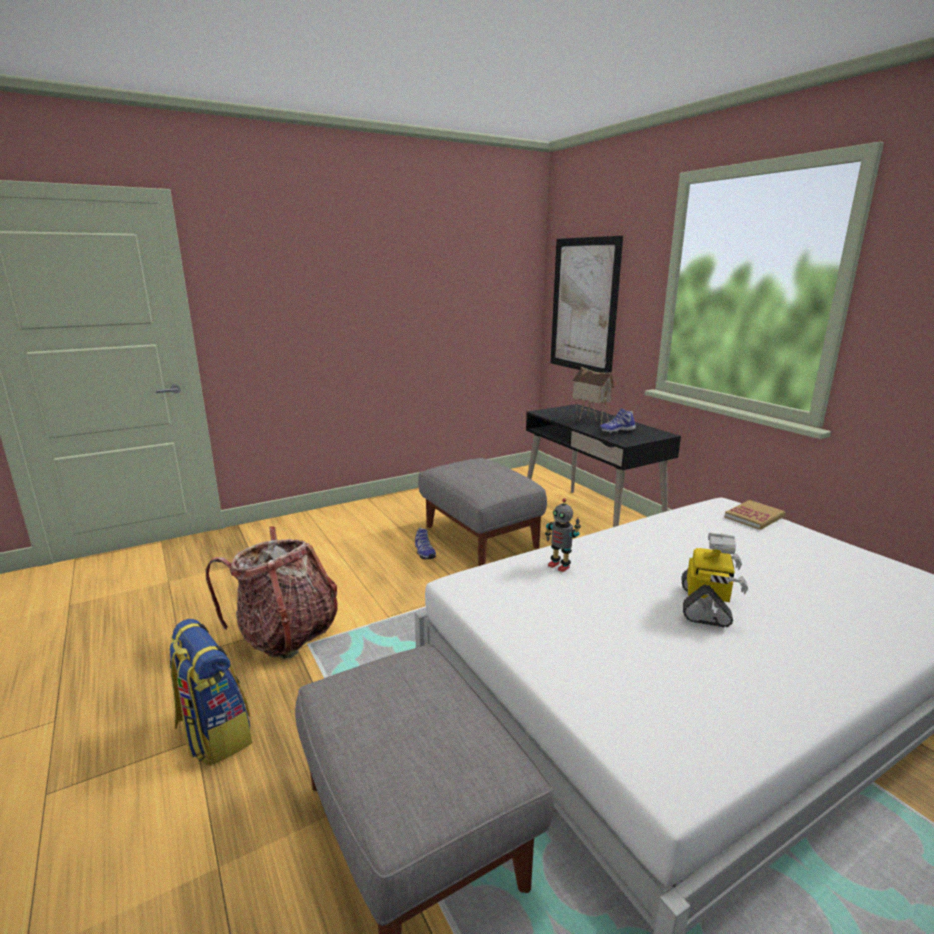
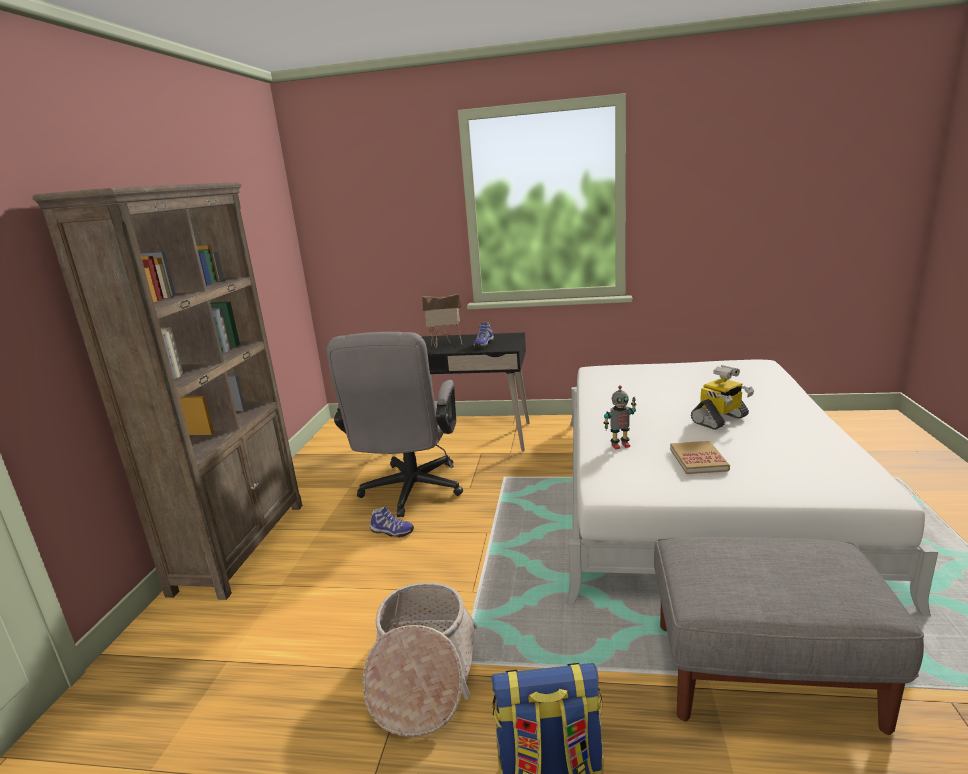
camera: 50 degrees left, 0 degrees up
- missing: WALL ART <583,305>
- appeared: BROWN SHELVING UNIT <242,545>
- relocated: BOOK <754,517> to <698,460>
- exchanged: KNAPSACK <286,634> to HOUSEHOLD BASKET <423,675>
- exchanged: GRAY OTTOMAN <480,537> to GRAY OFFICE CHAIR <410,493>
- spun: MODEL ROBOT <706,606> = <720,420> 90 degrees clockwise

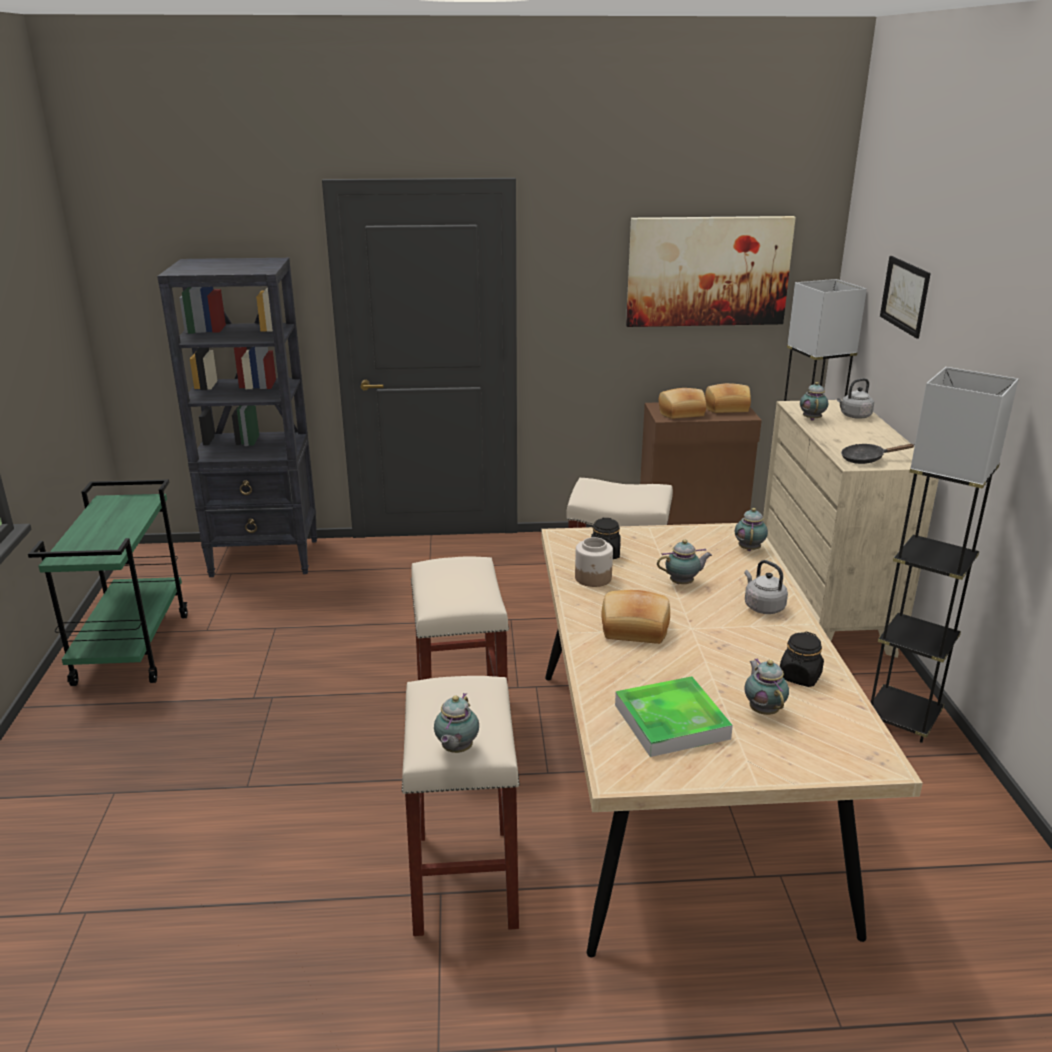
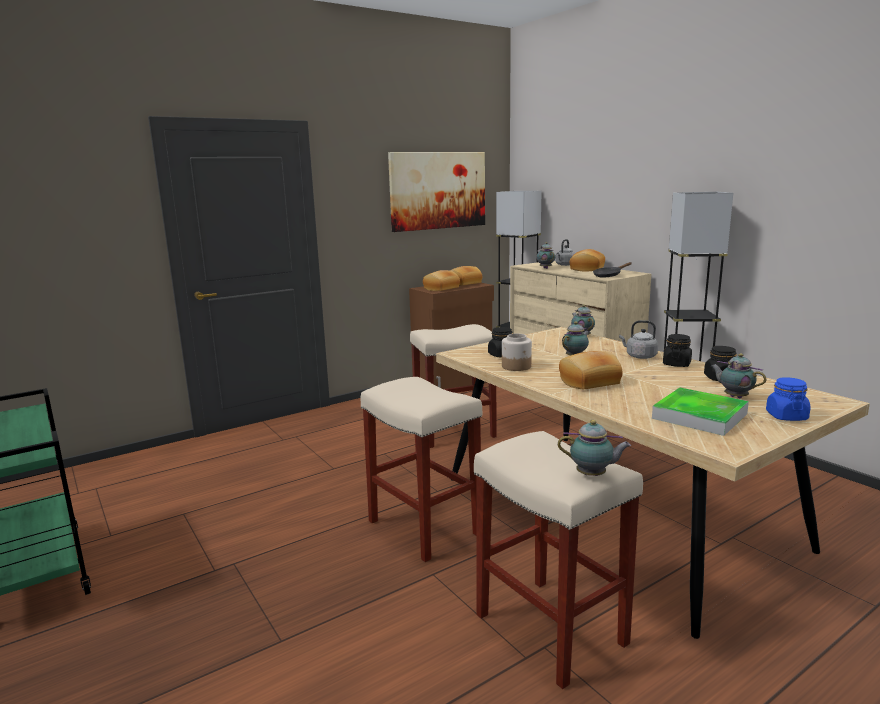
camera: 30 degrees left, 10 degrees down
- missing: BLACK SHELVING UNIT <266,558>
- missing: WALL ART <905,296>
- appeared: BREAD <586,269>
- appeared: BLACK JAR <676,364>
- appeared: BLUE-COLOURED JAR <786,416>
- spun: POT FOR TEA <456,750> = <593,475> 60 degrees counterclockwise

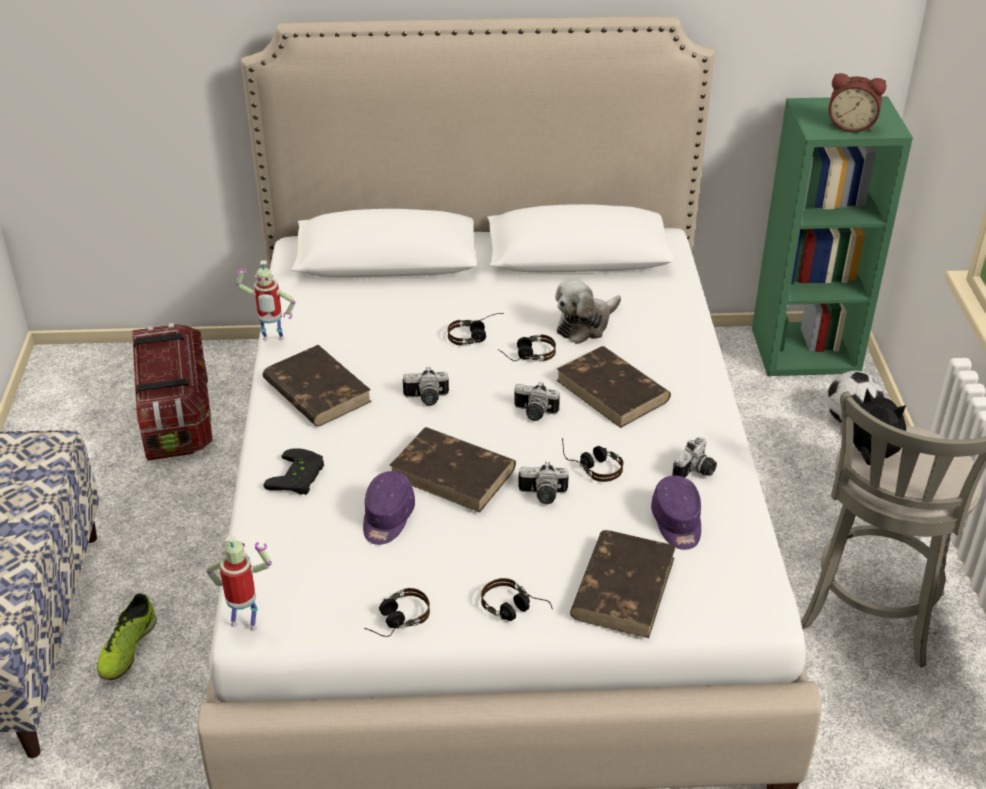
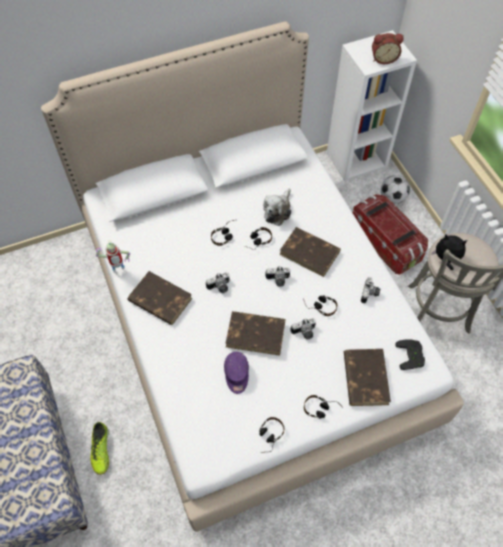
camera: 20 degrees left, 20 degrees up
- missing: MODEL ROBOT <246,623>
- missing: PURPLE-COLOURED PEAKED CAP <677,523>
- relocated: STORAGE BIN <176,415> to <386,242>
- relocated: BLACK GAMEPAD <299,477> to <412,356>
- colour: GREEN SHELVING UNIT <806,350> to WHITE SHELVING UNIT <357,159>

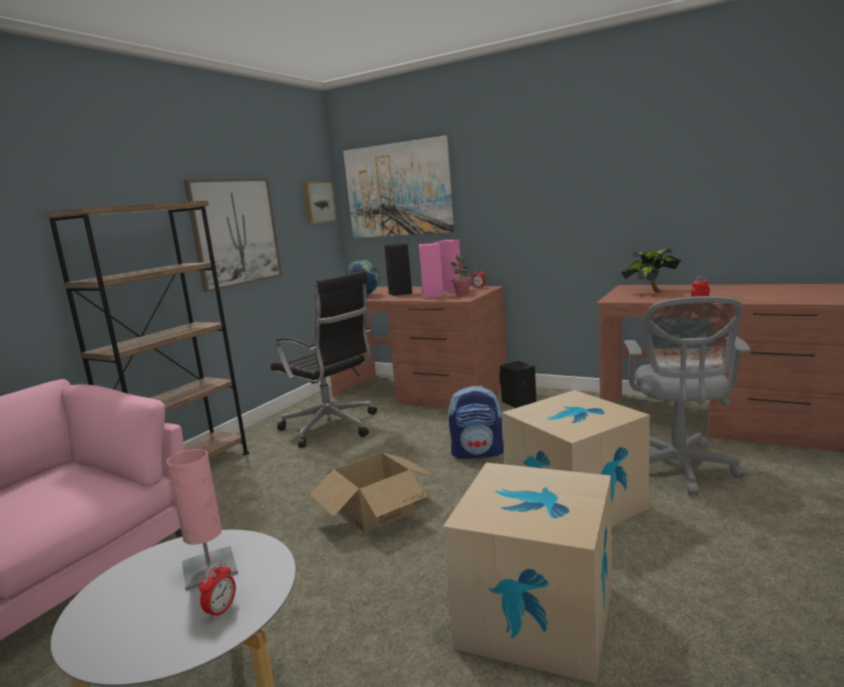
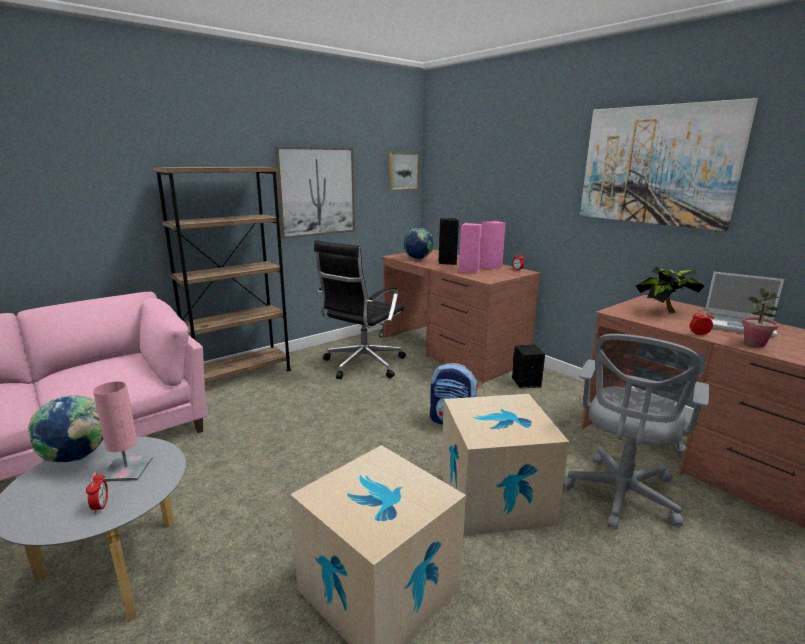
camera: 20 degrees right, 5 degrees up
- missing: CARDBOARD BOX <376,510>
- appeared: DESK GLOBE <77,458>
- appeared: PORTABLE COMPUTER <738,325>
- relocated: WALL ART <398,190> to <657,165>
- relocated: HOUSEPLANT <462,294> to <754,343>
- spun: TABLE CLOCK <221,610> = <101,506> 60 degrees counterclockwise
- spun: BLACK OFFICE CHAIR <332,427> = <362,365> 60 degrees clockwise

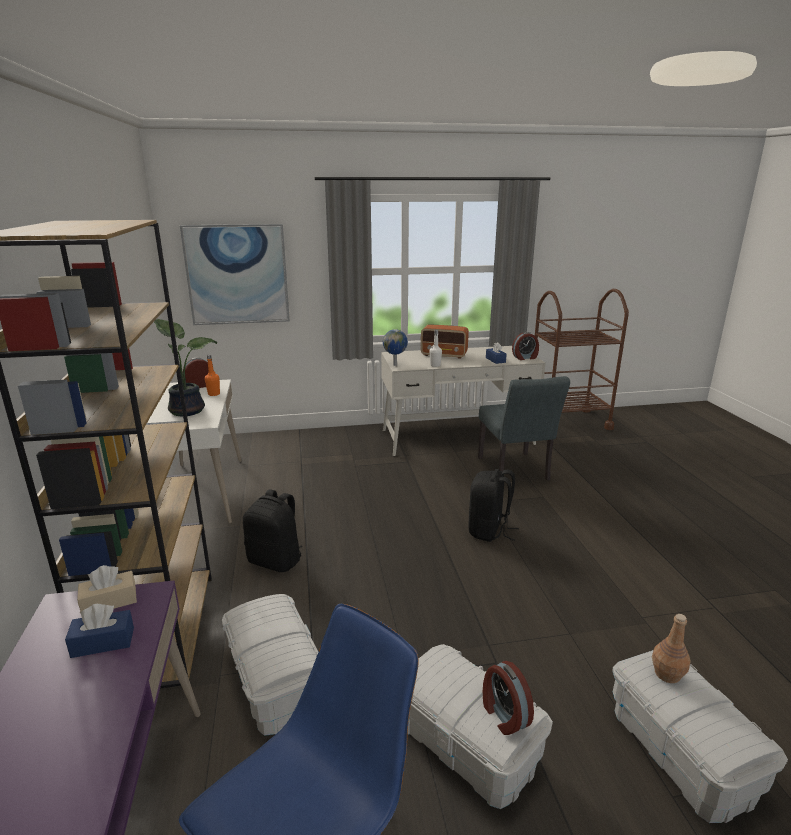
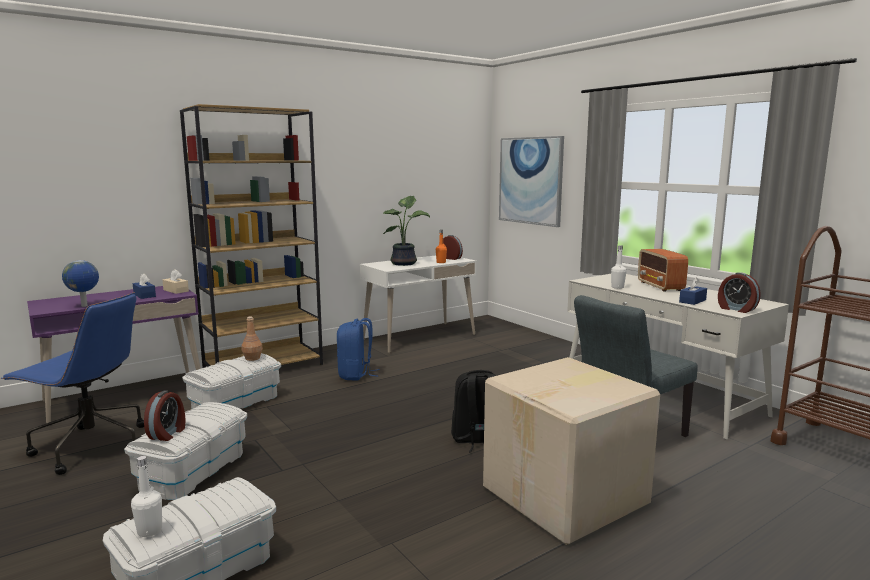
camera: 65 degrees right, 10 degrees down
- appeared: WHITE BOTTLE <149,531>
- appeared: CARDBOARD BOX <567,496>
- relocated: DESK GLOBE <395,365> to <84,306>
- relocated: BROWN BOTTLE <667,674> to <252,358>
- colour: BLACK KNAPSACK <276,561> to BLUE-COLOURED KNAPSACK <356,375>
- spun: TABLE CLOCK <503,715> = <168,433> 150 degrees clockwise

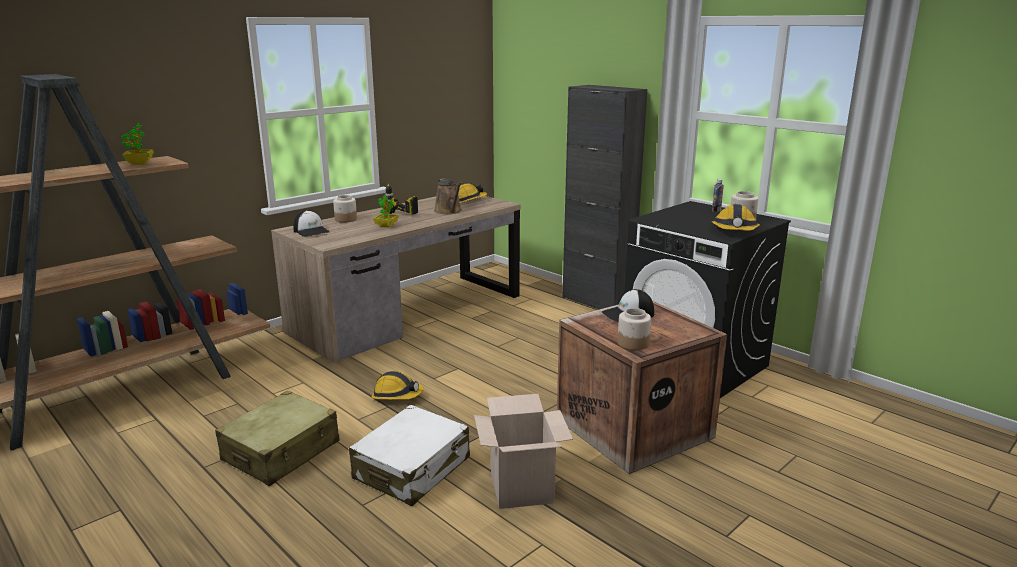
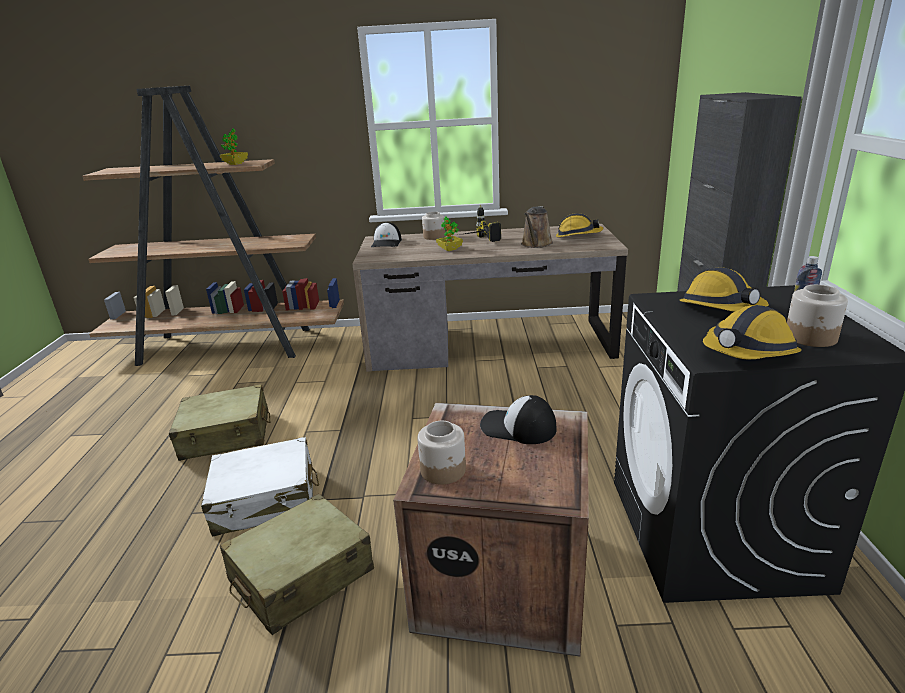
camera: 45 degrees right, 5 degrees up
- relocated: WORK HELMET <397,395> to <721,308>
- exchanged: CARDBOARD BOX <521,488> to SAND-COLOURED TRAVEL CASE <301,576>

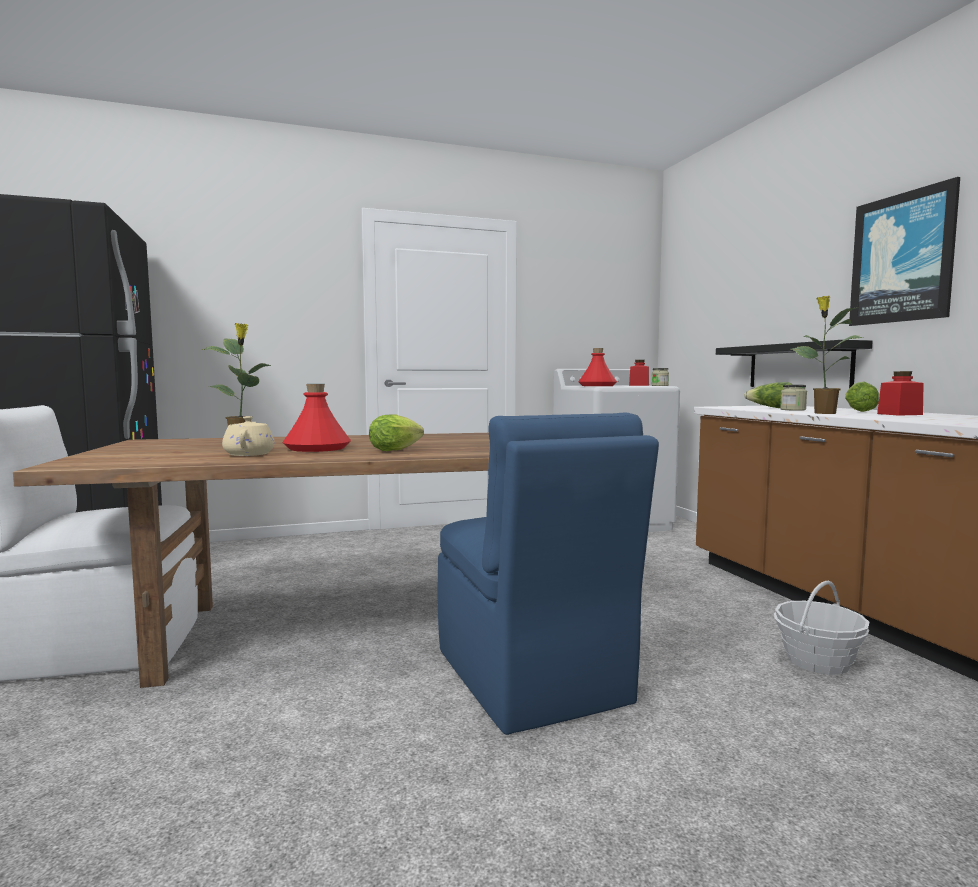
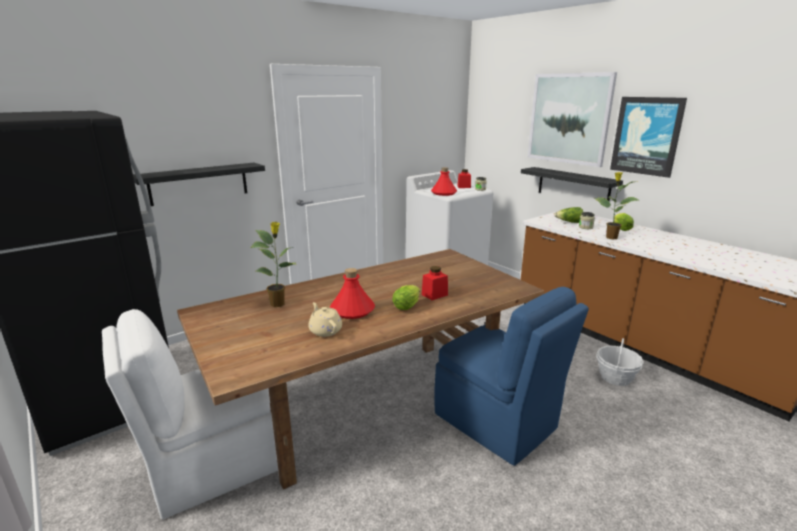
camera: 20 degrees left, 15 degrees up
- appeared: BLACK BRACKET SHELF <199,183>
- appeared: WALL ART <569,118>
- relocated: REDDISH JAR <899,414> to <434,295>

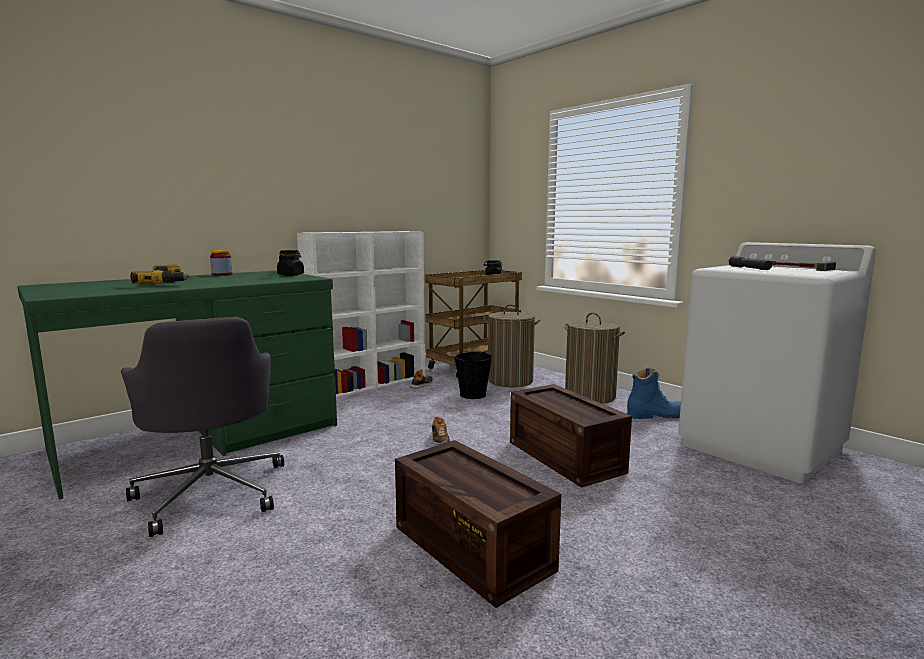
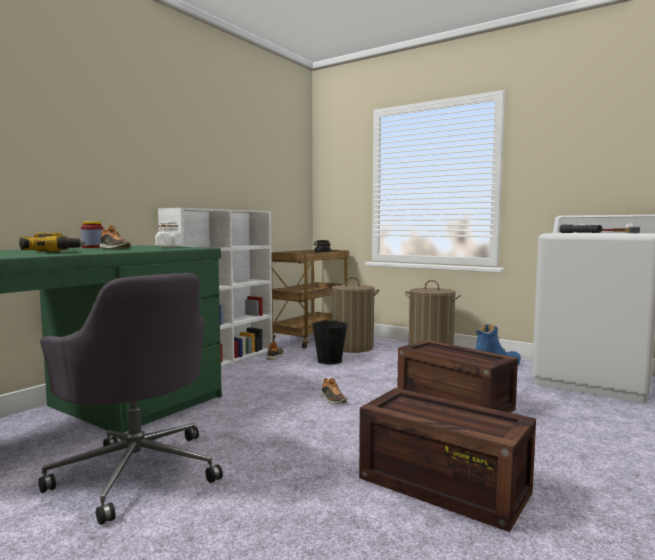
camera: 15 degrees left, 5 degrees down
- appeared: LOW SHOE <114,248>
- colour: BLACK JAR <291,275> to WHITE JAR <169,247>

